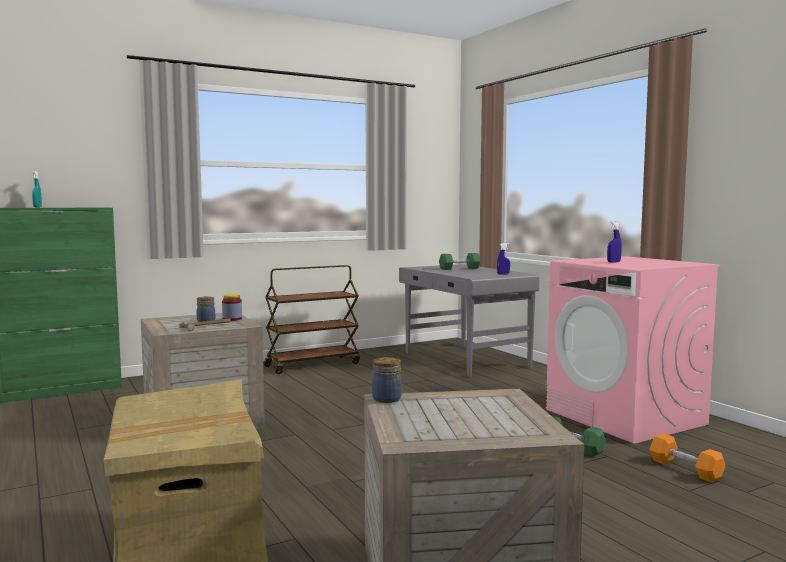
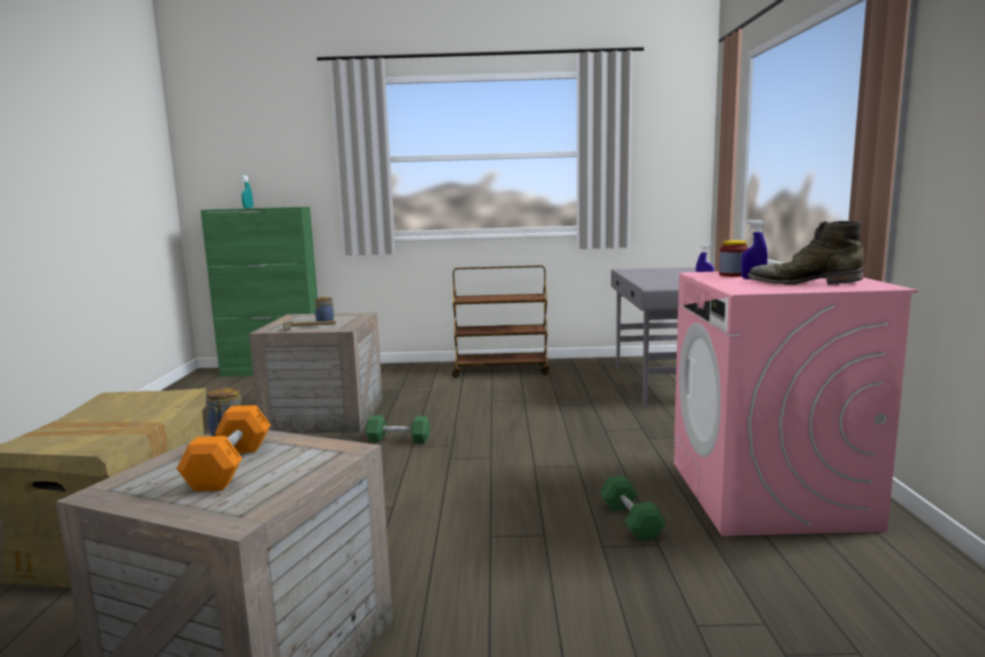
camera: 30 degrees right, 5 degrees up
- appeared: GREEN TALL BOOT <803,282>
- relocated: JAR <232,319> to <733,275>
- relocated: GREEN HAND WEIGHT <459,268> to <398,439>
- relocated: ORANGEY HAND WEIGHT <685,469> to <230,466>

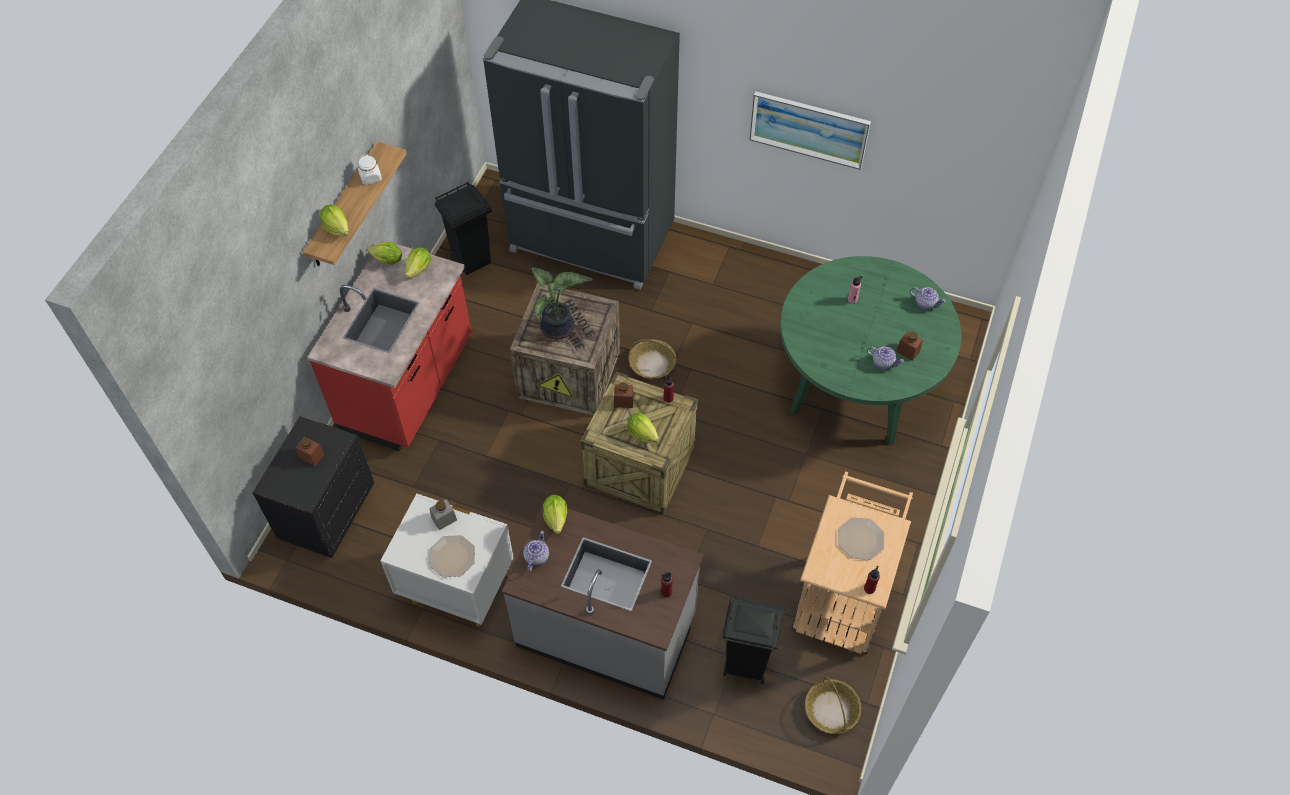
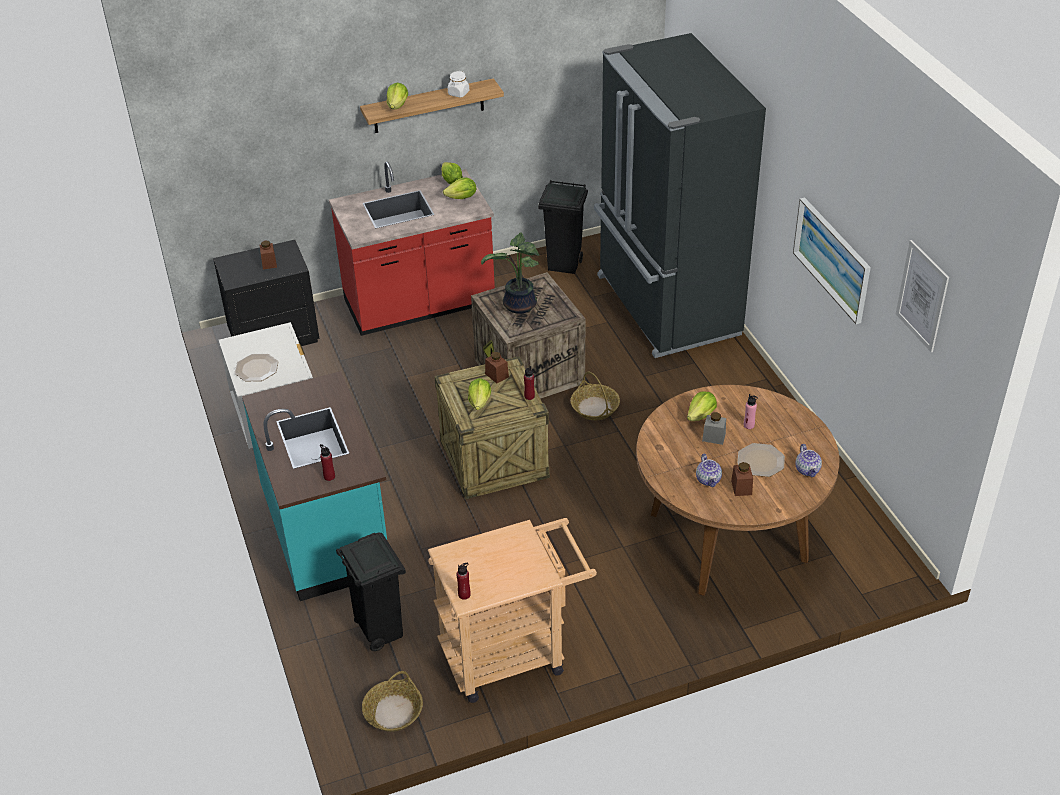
camera: 50 degrees right, 15 degrees down
- missing: POT FOR TEA <536,557>
- appeared: WALL ART <922,296>
- relocated: GRAY JAR <444,519> to <713,437>
- relocated: LETTUCE <556,518> to <701,415>
- relocated: PLATE <861,539> to <761,461>
- colour: GRAY KITCHEN COUNTER <607,630> to TURQUOISE KITCHEN COUNTER <328,531>
- colour: GREEN DINNER TABLE <855,388> to BROWN DINNER TABLE <728,537>

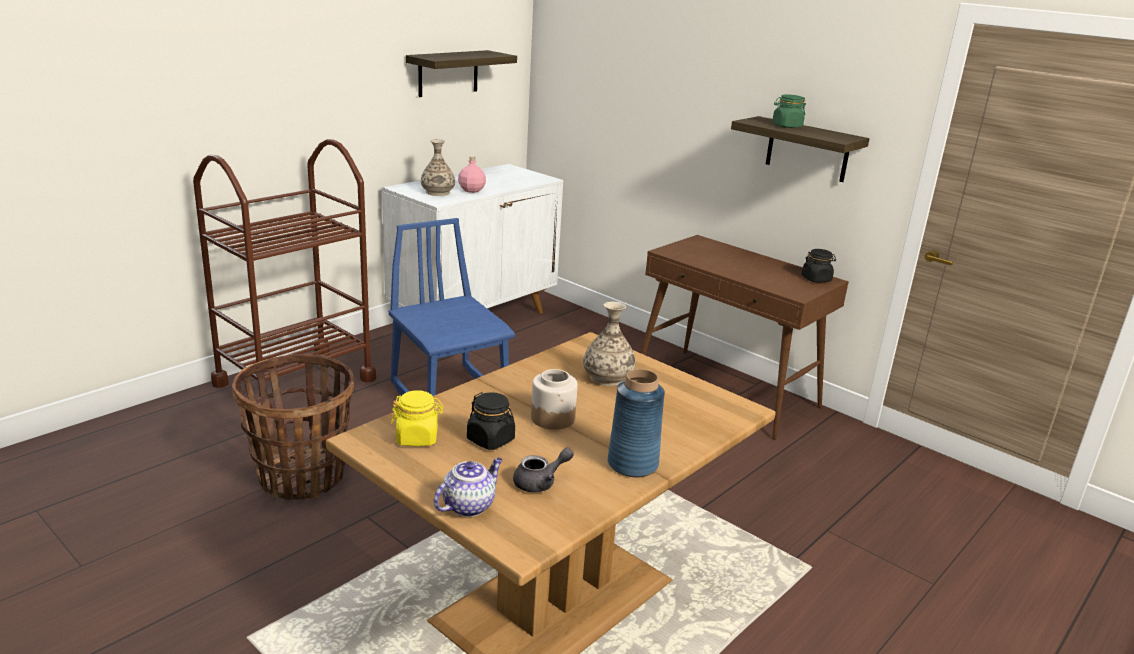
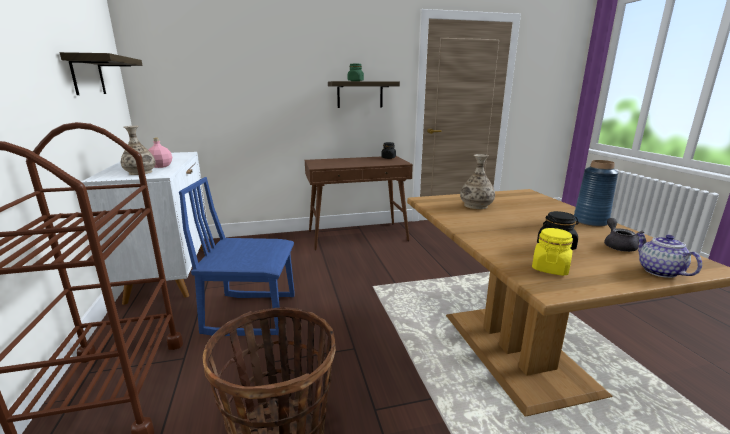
camera: 55 degrees left, 5 degrees down
- missing: JAR <553,418>

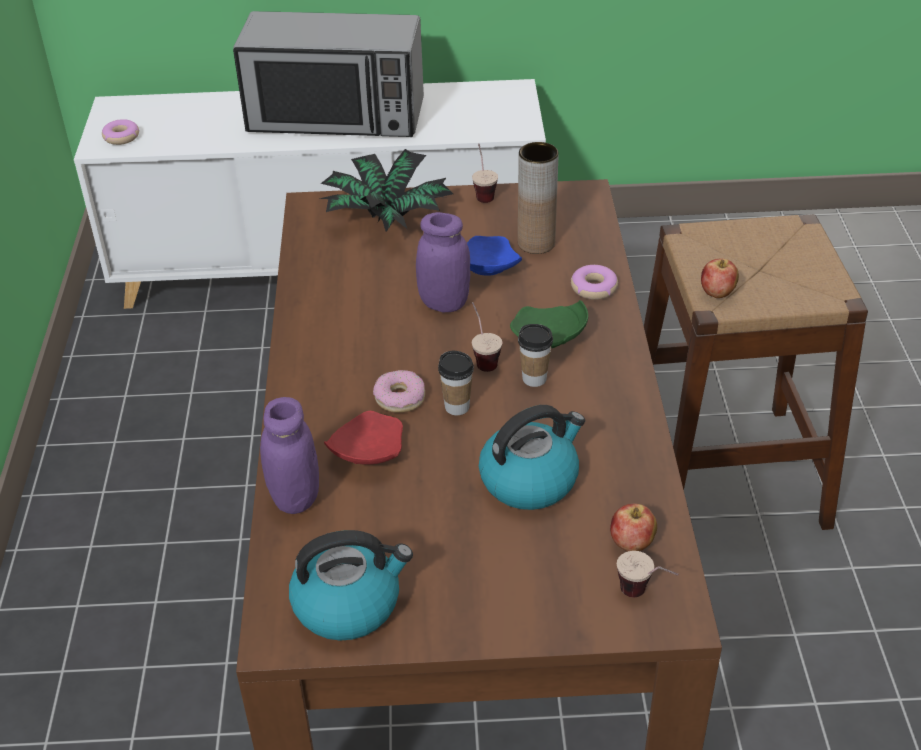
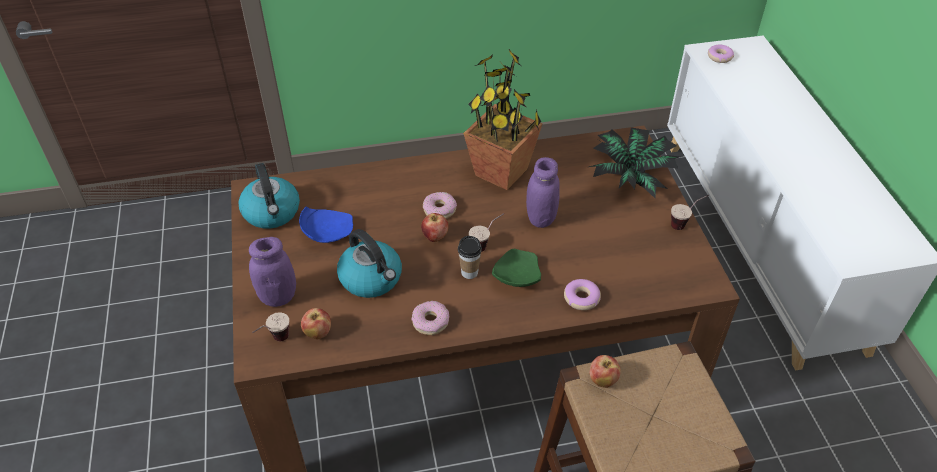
camera: 80 degrees right, 5 degrees up
- missing: MICROWAVE OVEN <336,116>
- missing: REDDISH PLATE <366,453>
- missing: BROWN VASE <536,243>
- appeared: DOUGHNUT <430,321>
- appeared: HOUSEPLANT <502,172>
- relocated: PURPLE-COLOURED JAR <295,497> to <278,297>
- relocated: BLUE-COLOURED PLATE <487,268> to <327,232>
- exchanged: SMALL CUP <457,407> to APPLE FRUIT <435,237>

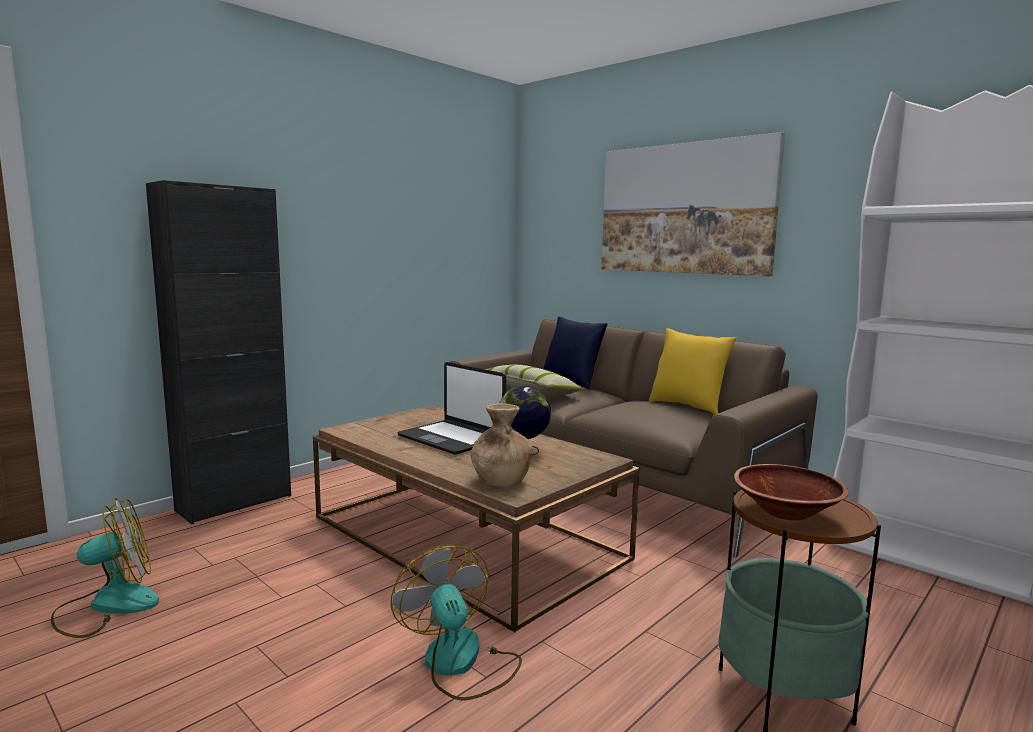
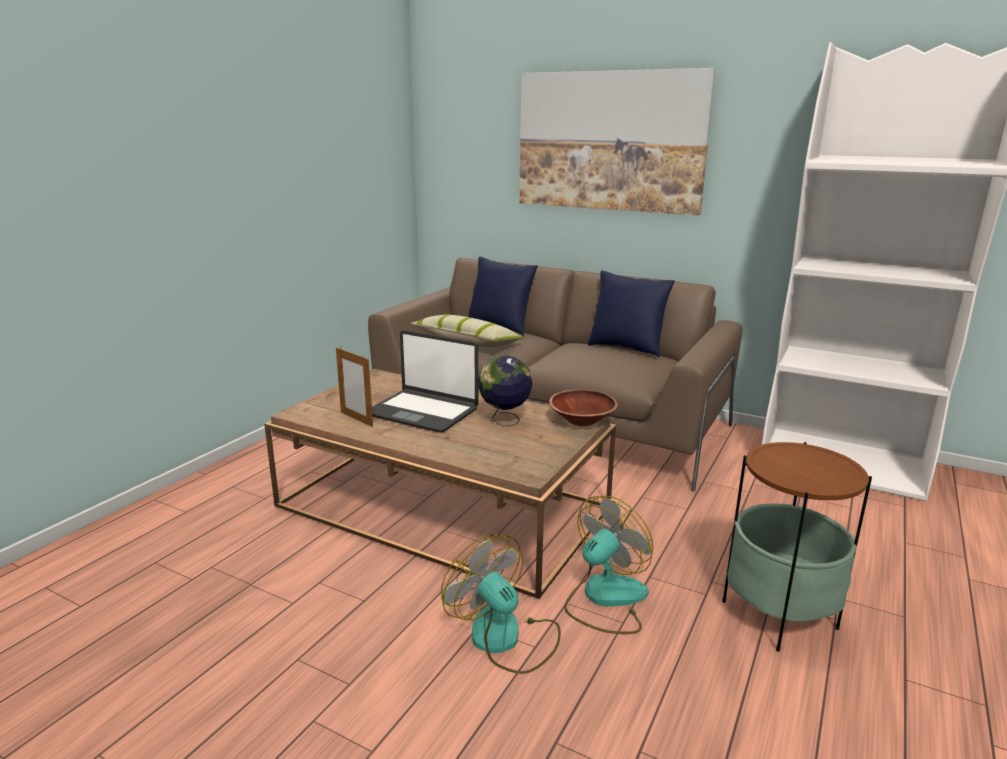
camera: 15 degrees left, 10 degrees up
- missing: BLACK CUPBOARD <234,503>
- missing: BROWN VASE <501,481>
- appeared: PICTURE FRAME <356,419>
- relocated: COOLING FAN <108,605> to <605,599>
- relocated: BROWN BOWL <786,512> to <582,421>
- colour: YELLOW-COLOURED CUSHION <687,406> to BLUE-COLOURED CUSHION <626,348>

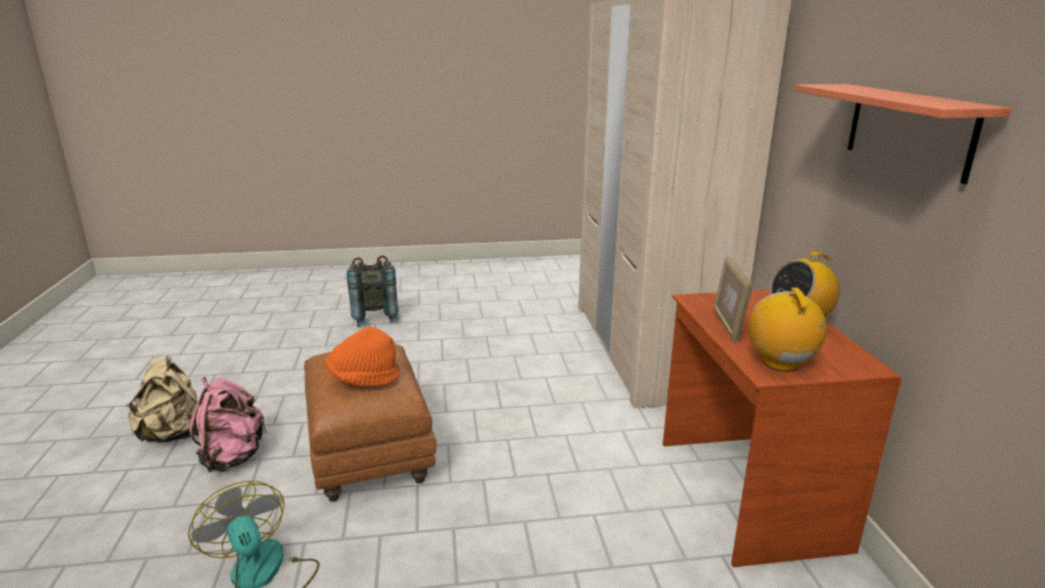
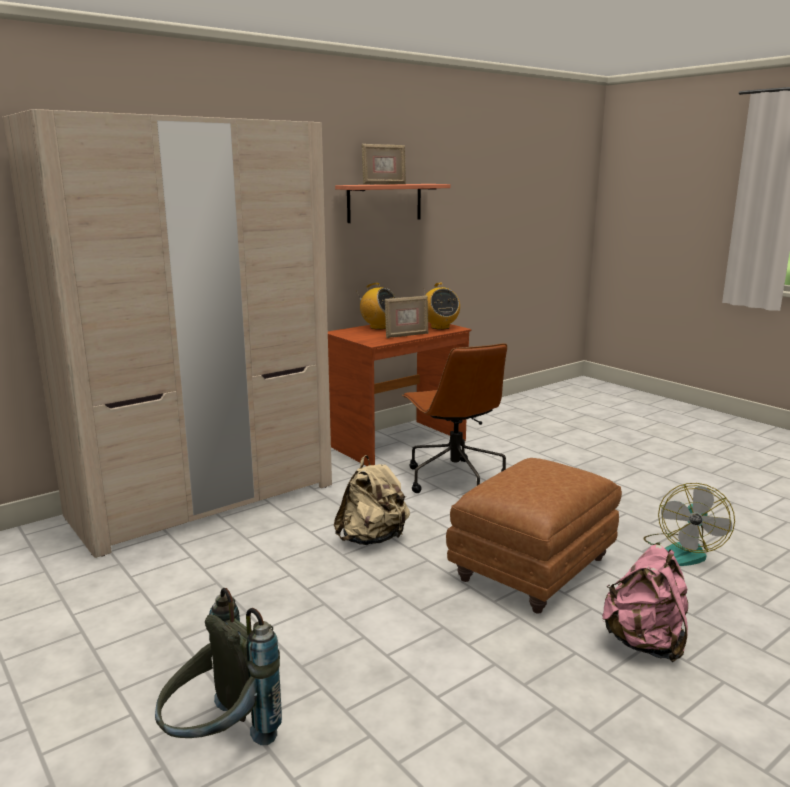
camera: 120 degrees left, 5 degrees down
- missing: ORANGEY WEARABLE HAT <363,379>
- appeared: PICTURE FRAME <383,184>
- appeared: BROWN OFFICE CHAIR <453,479>
- relocated: SAND-COLOURED KNAPSACK <173,435> to <372,539>
- spun: RADIO <781,363> = <440,327> 75 degrees counterclockwise

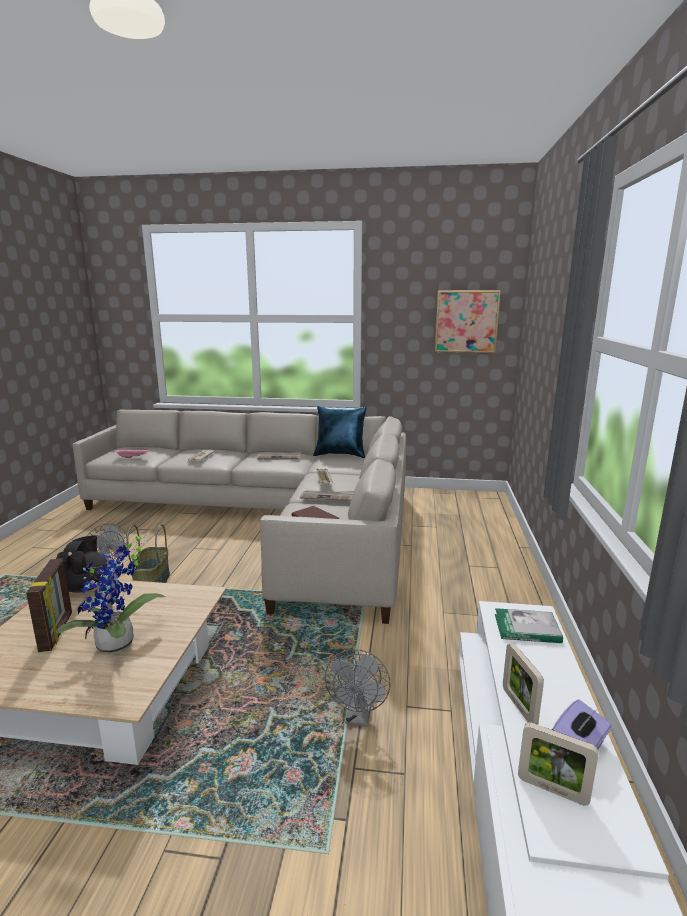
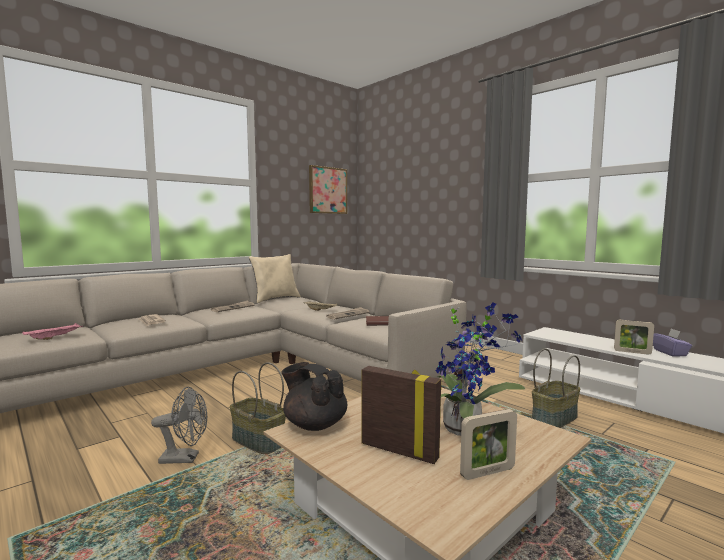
camera: 50 degrees left, 10 degrees down
- missing: BOOK <527,628>
- relocated: PICTURE FRAME <552,789> to <487,472>
- exchanged: GRAY COOLING FAN <358,717> to HOUSEHOLD BASKET <553,418>
- colour: BLUE-COLOURED CUSHION <340,454> to SAND-COLOURED CUSHION <275,299>

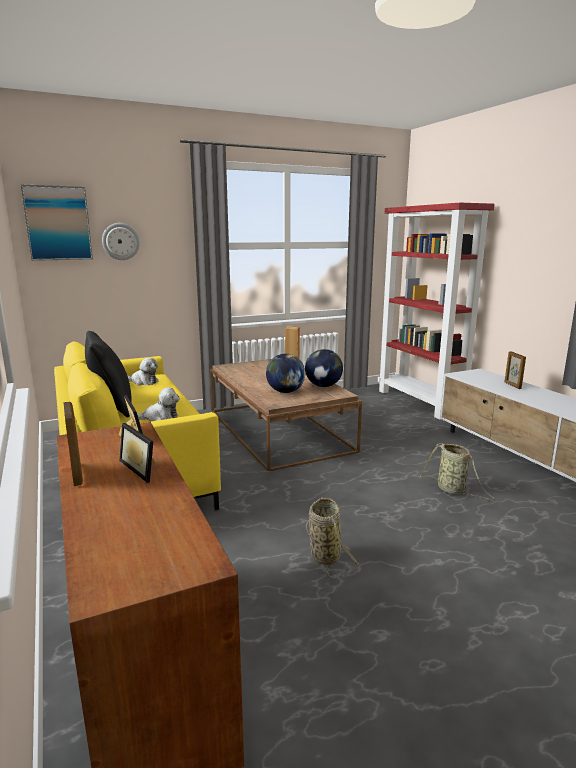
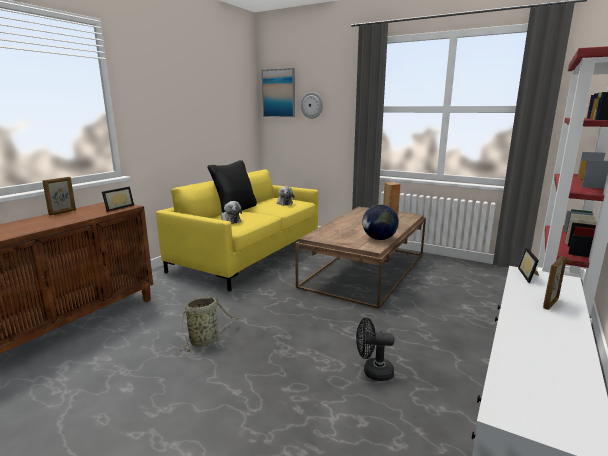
camera: 55 degrees right, 0 degrees up
- missing: DESK GLOBE <285,392>
- relocated: PICTURE FRAME <143,468> to <530,276>
- exchanged: HOUSEHOLD BASKET <453,490> to BLACK COOLING FAN <373,372>

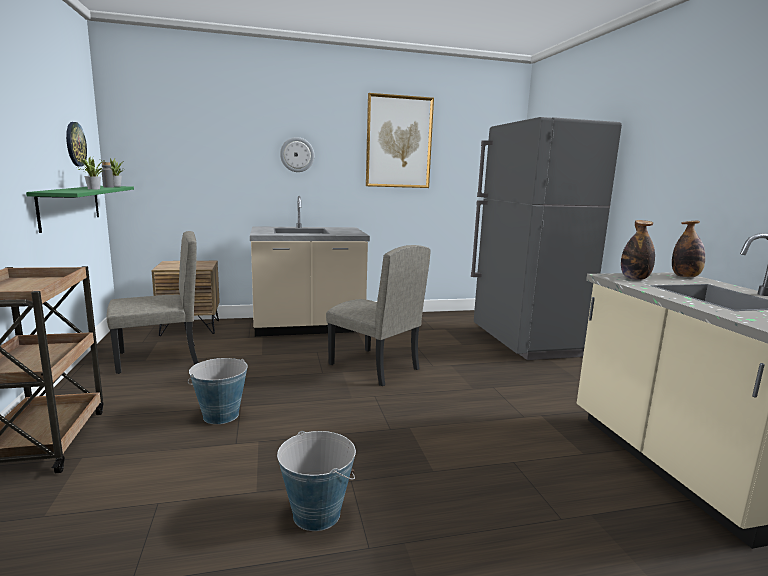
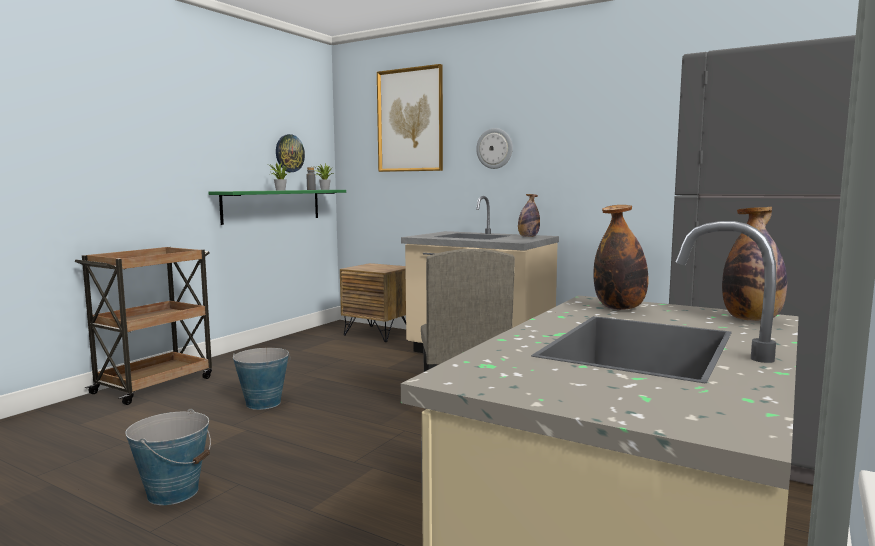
camera: 45 degrees right, 5 degrees down
- missing: SAND-COLOURED PLAIN CHAIR <158,358>
- appeared: BOTTLE <528,237>
- relocated: WALL ART <399,142> to <410,120>

